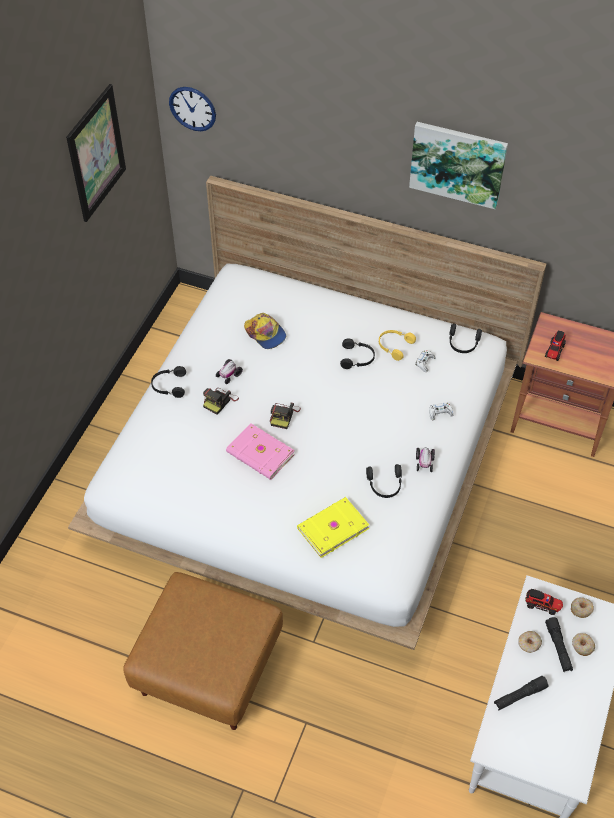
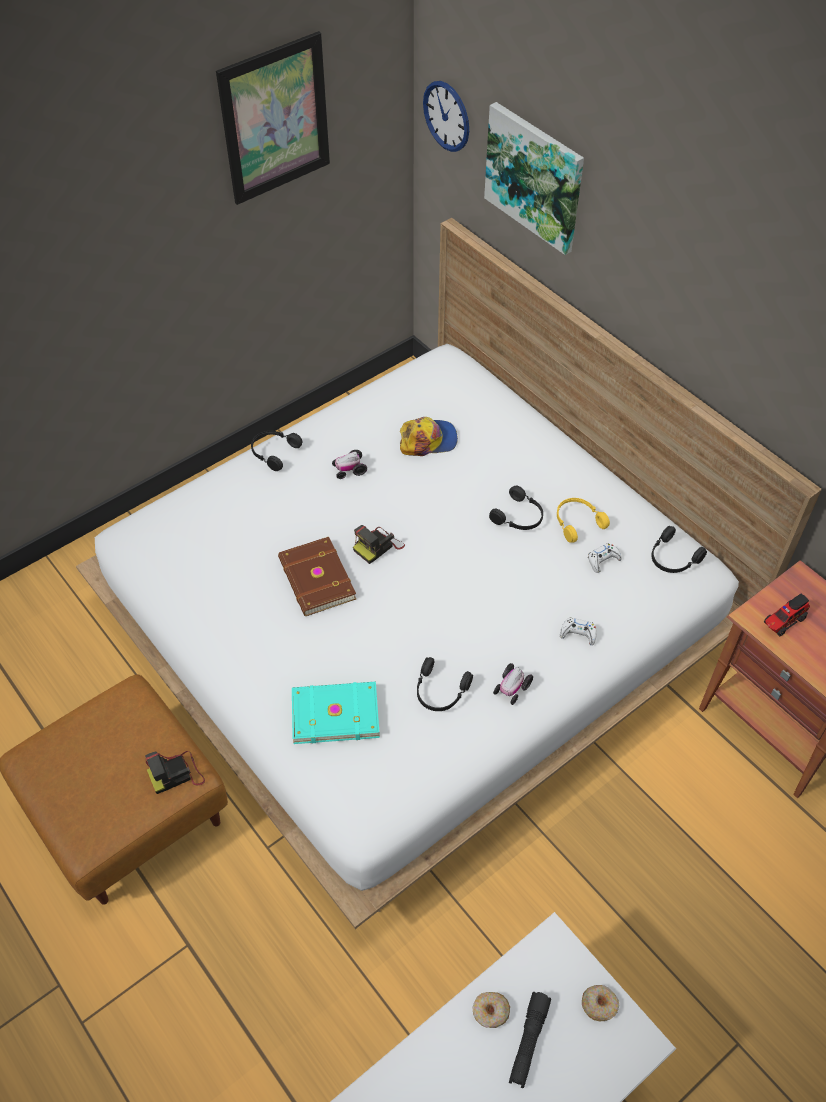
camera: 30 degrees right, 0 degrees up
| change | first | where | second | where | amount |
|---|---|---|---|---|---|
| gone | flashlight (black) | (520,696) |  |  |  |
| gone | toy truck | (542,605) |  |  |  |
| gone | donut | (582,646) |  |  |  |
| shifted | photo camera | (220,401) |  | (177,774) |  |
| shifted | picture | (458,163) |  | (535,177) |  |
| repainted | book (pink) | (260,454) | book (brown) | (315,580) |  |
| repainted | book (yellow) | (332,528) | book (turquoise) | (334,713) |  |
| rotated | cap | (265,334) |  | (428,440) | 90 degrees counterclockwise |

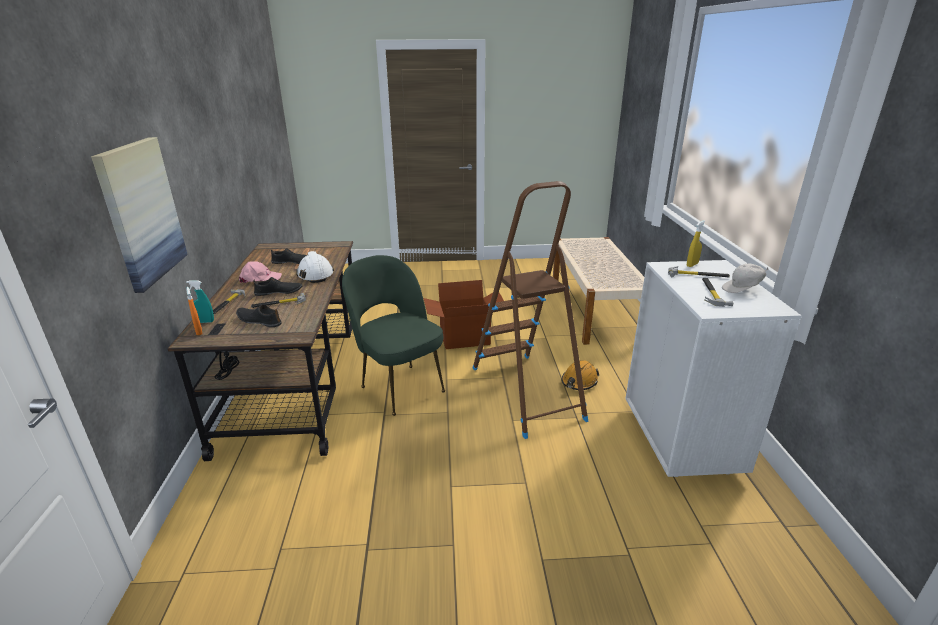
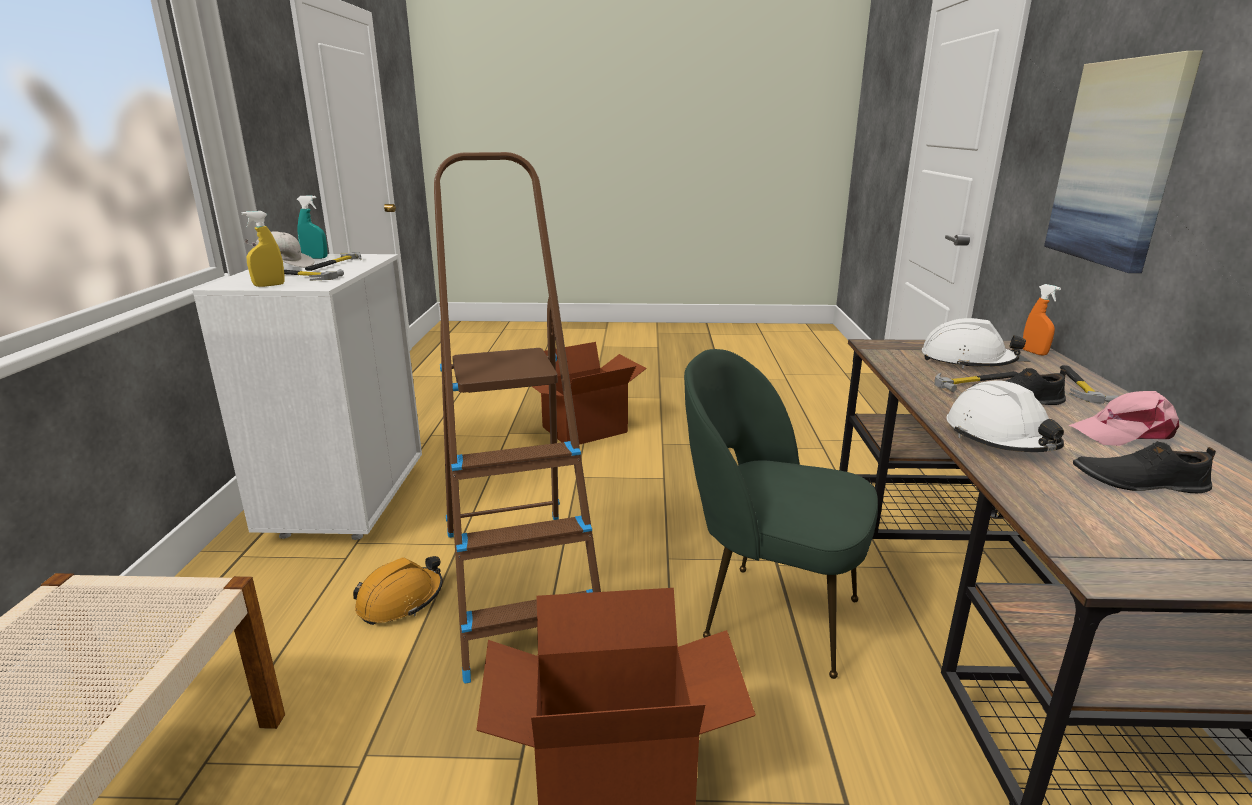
camera: 175 degrees left, 5 degrees down
| change | first | where | second | where | amount |
|---|---|---|---|---|---|
| new |  |  | cardboard box | (585,430) |  |
| shifted | spray bottle (turquoise) | (205,322) |  | (315,258) |  |
| swapped | shoe (black) | (259,320) | hard hat (white) | (967,361) |  |
| rotated | chair (green) | (399,386) |  | (768,614) | 150 degrees clockwise |

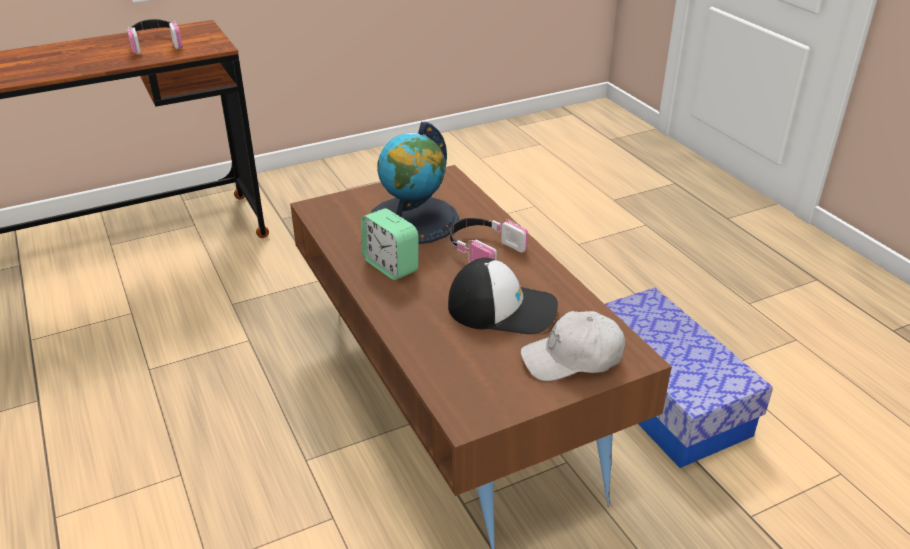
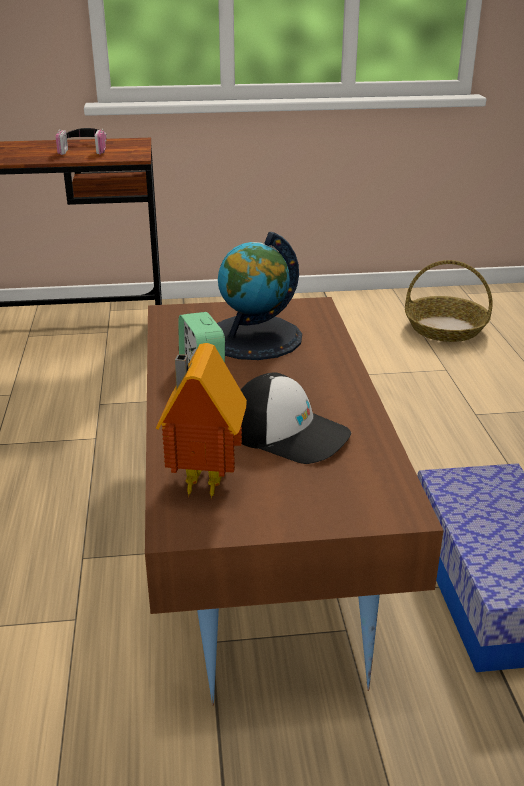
camera: 20 degrees right, 5 degrees down
| change | first | where | second | where | amount |
|---|---|---|---|---|---|
| gone | headphones | (483,250) |  |  |  |
| gone | cap (white) | (572,358) |  |  |  |
| new |  |  | toy house | (201,481) |  |
| new |  |  | basket | (445,328) |  |

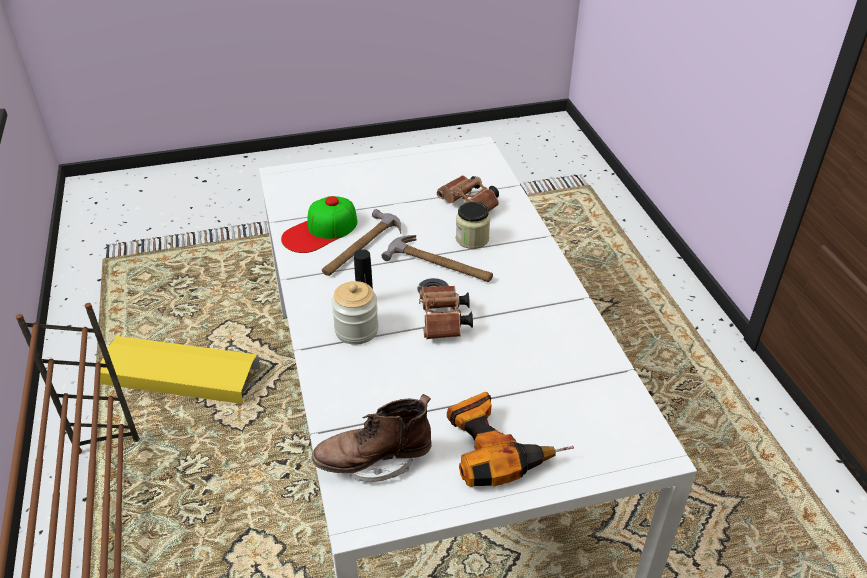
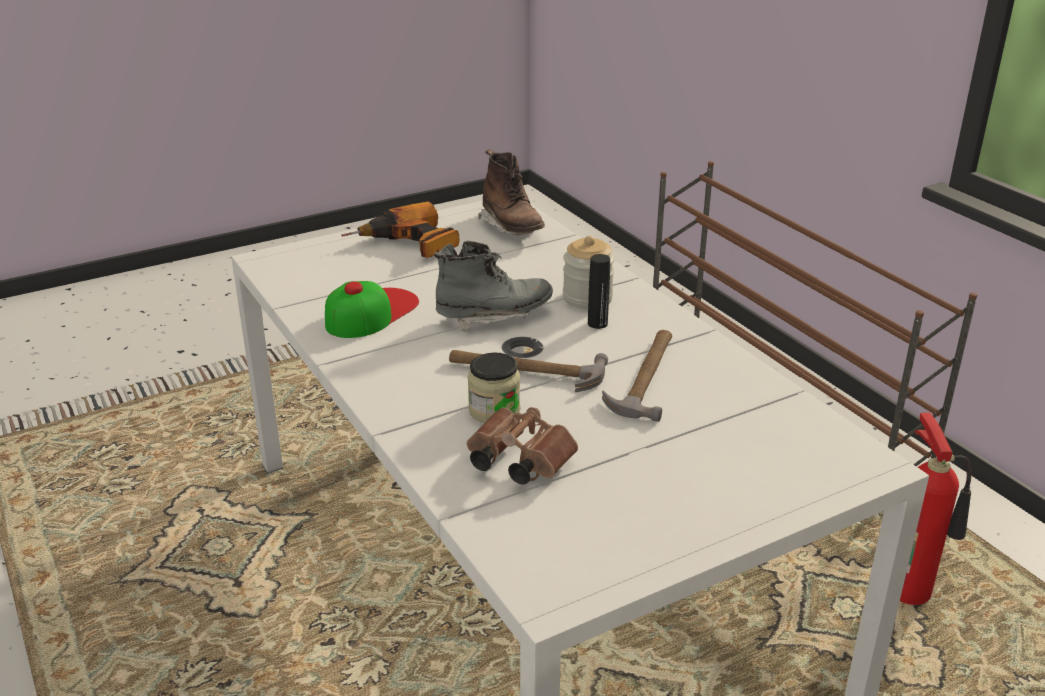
camera: 165 degrees right, 10 degrees down
| change | first | where | second | where | amount |
|---|---|---|---|---|---|
| shifted | cap | (320,231) |  | (371,312) |  |
| swapped | storage box (yellow) | (181,377) | fire extinguisher | (911,589) |  |
| swapped | binoculars (brown) | (444,322) | boot (grey) | (493,317) |  |
| rotated | boot (brown) | (374,461) |  | (512,228) | 90 degrees clockwise |

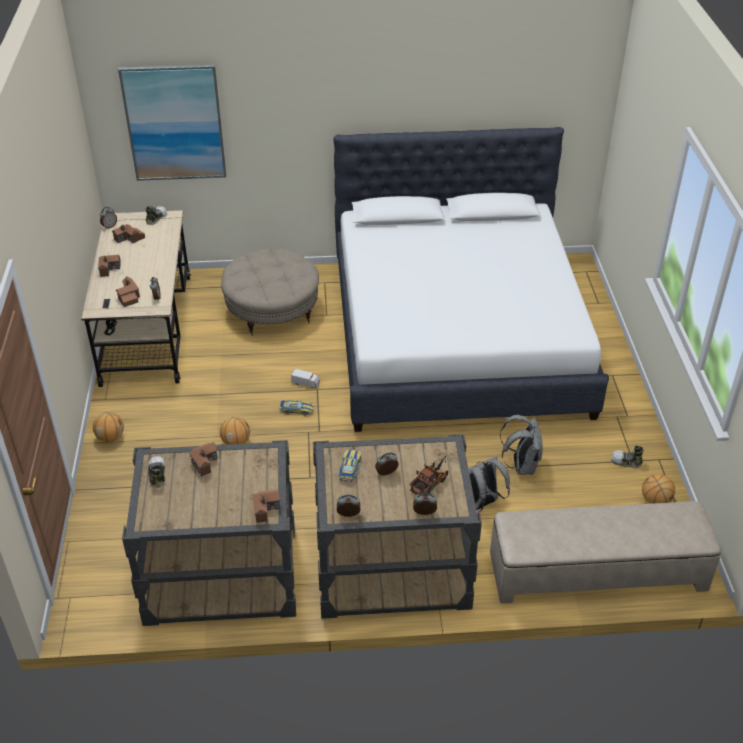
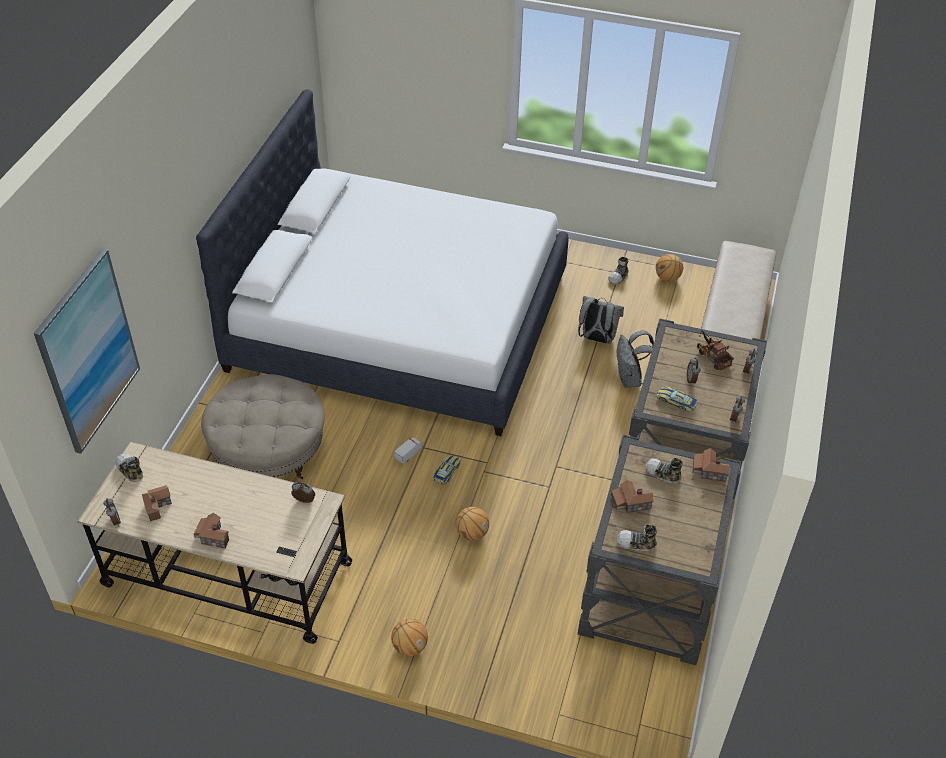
camera: 70 degrees left, 5 degrees up
| change | first | where | second | where | amount |
|---|---|---|---|---|---|
| gone | toy house | (128,297) |  |  |  |
| new |  |  | shoe | (662,474) |  |

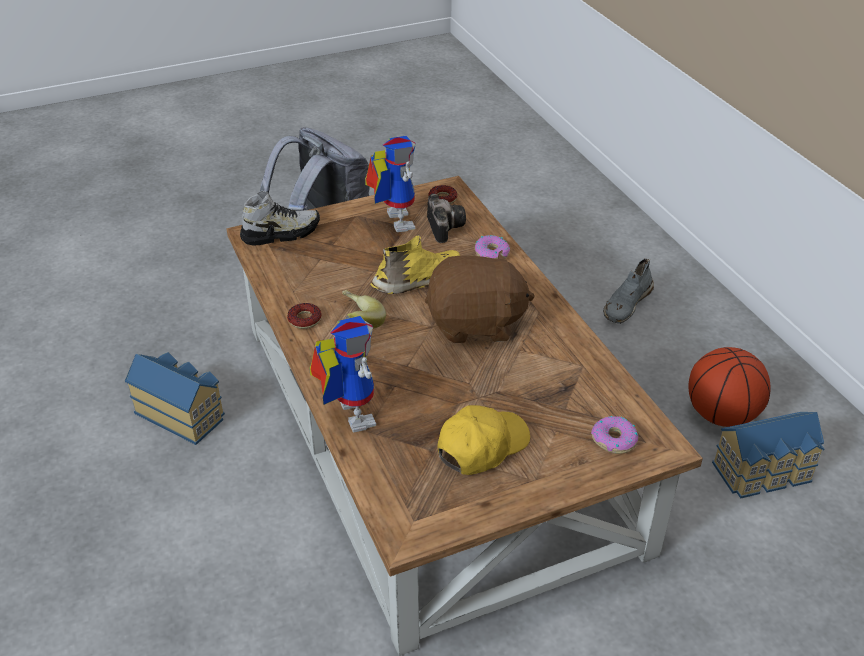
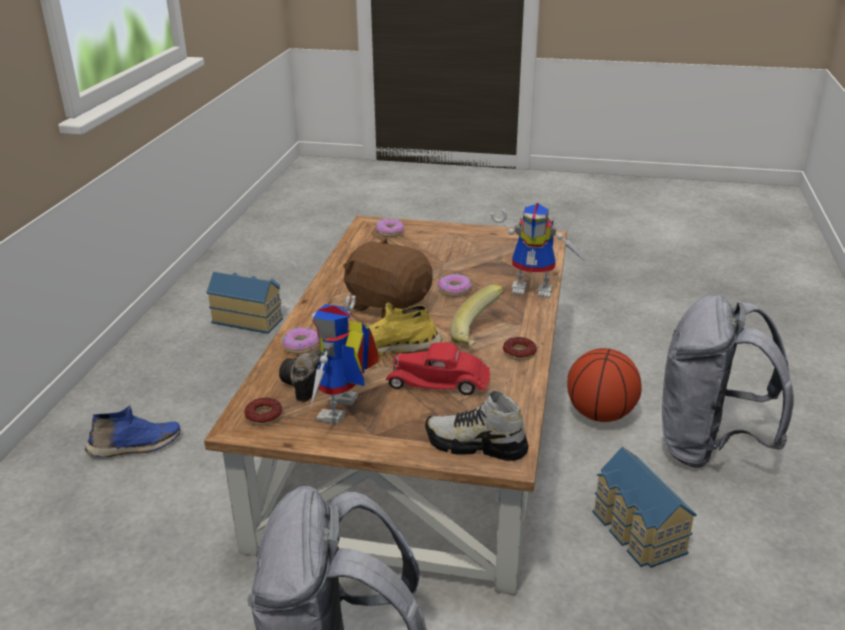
camera: 145 degrees left, 10 degrees down
| change | first | where | second | where | amount |
|---|---|---|---|---|---|
| gone | cap (yellow) | (482,446) |  |  |  |
| new |  |  | toy car (red) | (439,380) |  |
| new |  |  | donut | (455,290) |  |
| new |  |  | backpack (grey) | (707,446) |  |
| shifted | basketball | (721,415) |  | (600,415) |  |
| repainted | shoe (grey) | (626,304) | shoe (blue) | (135,447) |  |
| rotated | toy robot | (347,413) |  | (536,289) | 90 degrees counterclockwise |

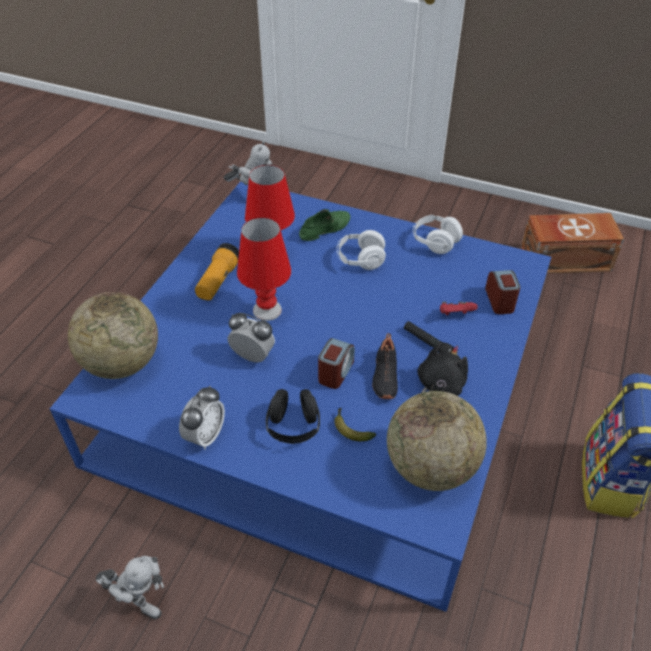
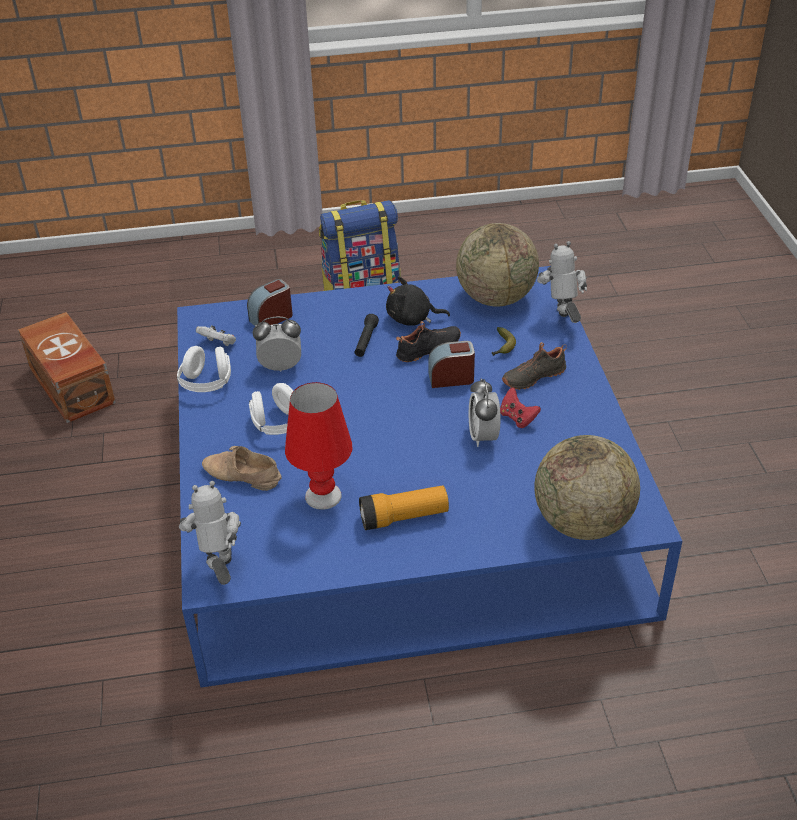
camera: 120 degrees left, 5 degrees down
| change | first | where | second | where | amount |
|---|---|---|---|---|---|
| gone | table lamp (red) | (267,310) |  |  |  |
| new |  |  | game controller (white) | (218,344) |  |
| shifted | toy robot | (139,600) |  | (562,321) |  |
| shifted | alarm clock | (205,436) |  | (280,367) |  |
| shifted | game controller (red) | (455,315) |  | (517,418) |  |
| swapped | headphones (black) | (293,427) | shoe (black) | (533,376) |  |
| repainted | shoe (green) | (324,228) | shoe (beige) | (241,476) |  |

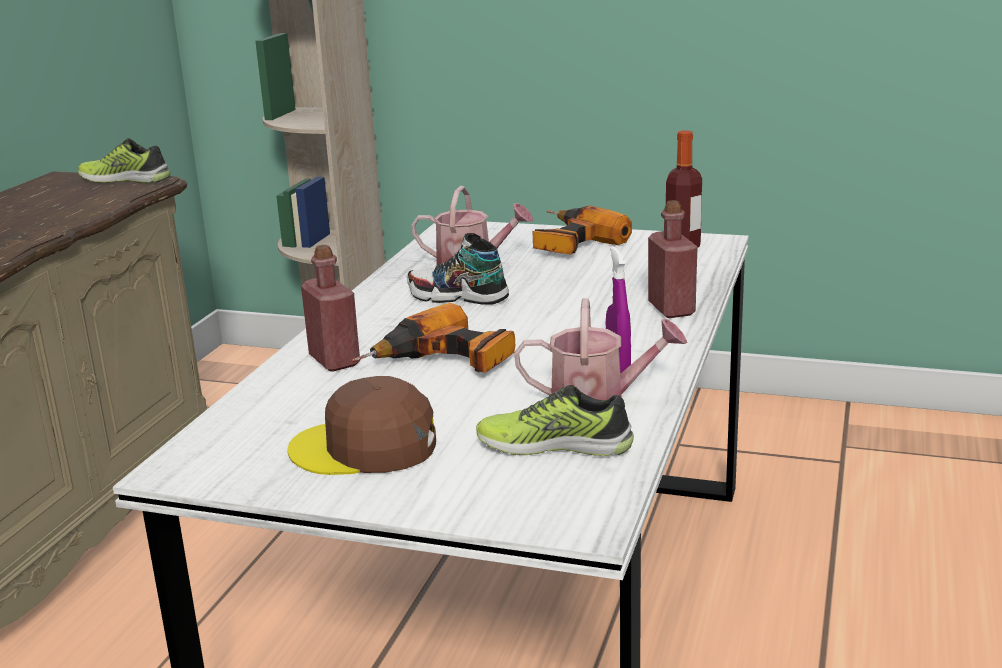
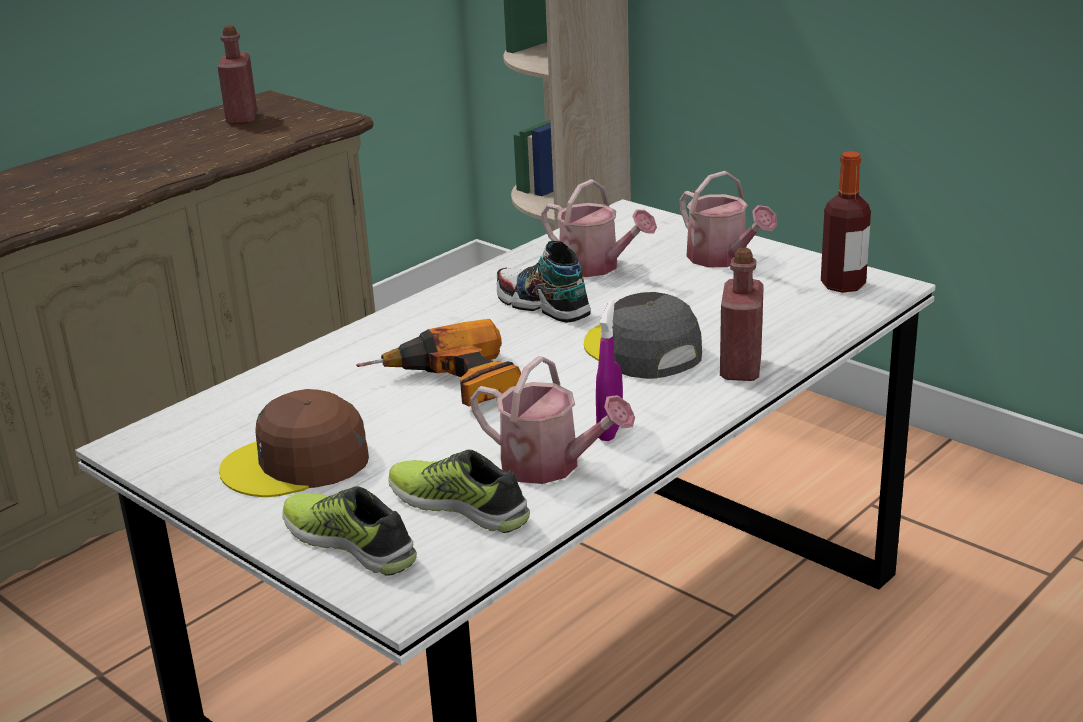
camera: 25 degrees right, 5 degrees up
| change | first | where | second | where | amount |
|---|---|---|---|---|---|
| new |  |  | cap (grey) | (642,350) |  |
| shifted | shoe | (126,179) |  | (351,542) |  |
| shifted | bottle (red) | (334,360) |  | (242,118) |  |
| swapped | power drill | (570,244) | watering can | (723,259) |  |
| rotated | cap (brown) | (365,447) |  | (297,463) | 45 degrees counterclockwise |

